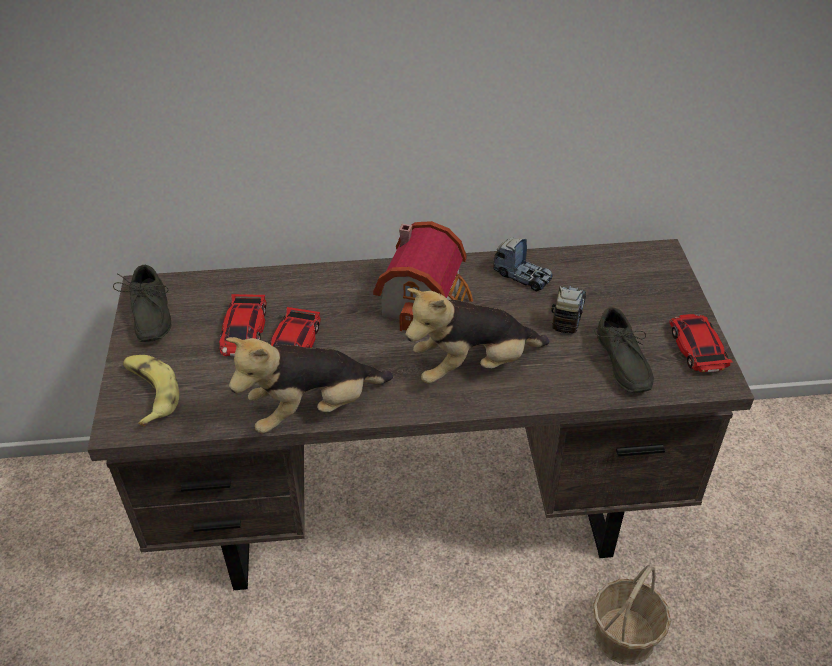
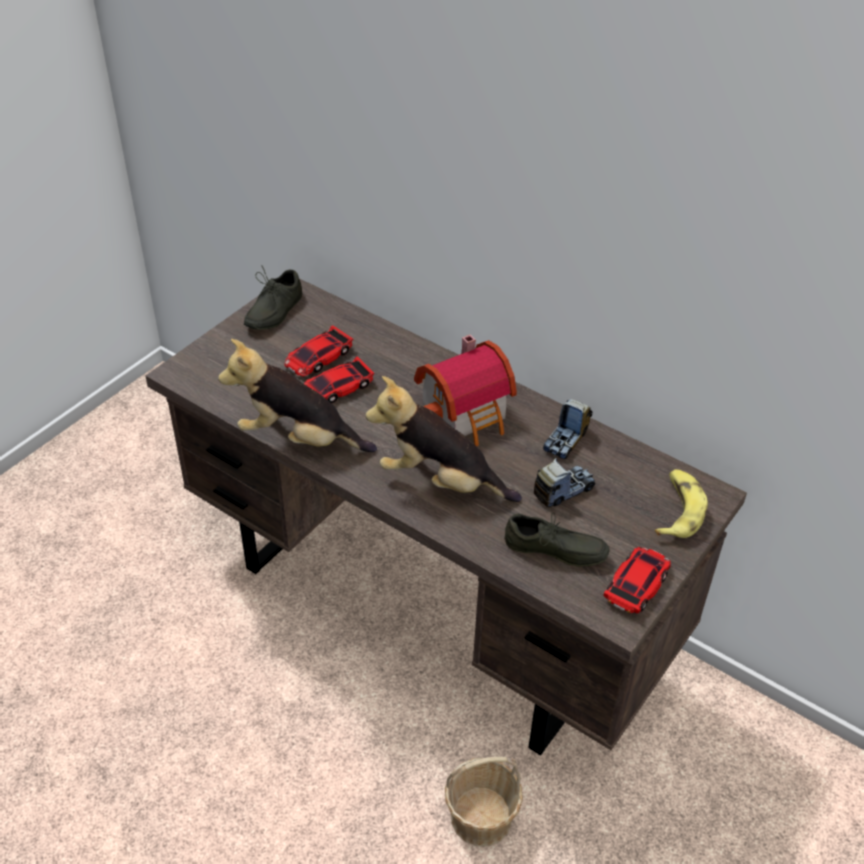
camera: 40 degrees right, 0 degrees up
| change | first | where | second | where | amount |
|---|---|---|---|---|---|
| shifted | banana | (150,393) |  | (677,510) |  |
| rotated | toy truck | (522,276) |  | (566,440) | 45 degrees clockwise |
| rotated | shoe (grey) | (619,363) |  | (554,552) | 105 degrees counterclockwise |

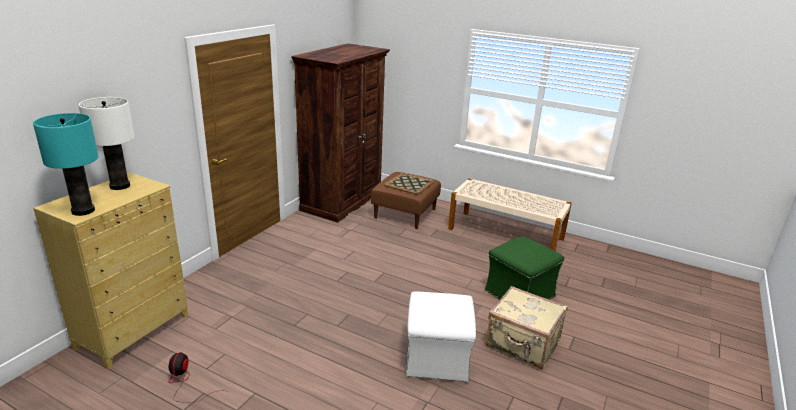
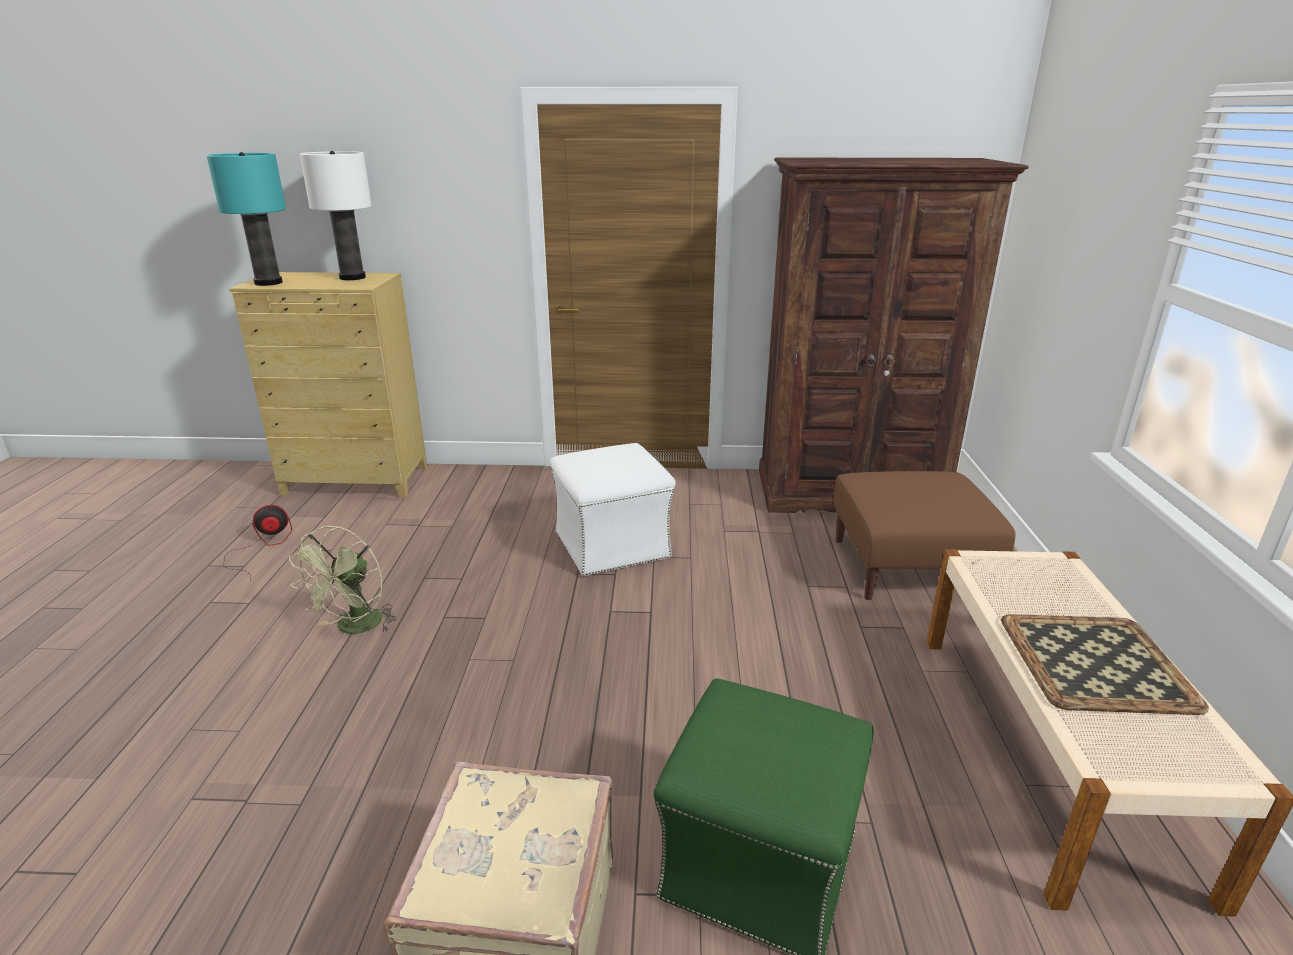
camera: 65 degrees right, 0 degrees up
| change | first | where | second | where | amount |
|---|---|---|---|---|---|
| new |  |  | fan (green) | (355,628) |  |
| shifted | tray | (410,184) |  | (1097,664) |  |
| shifted | ottoman (white) | (437,358) |  | (613,545) |  |

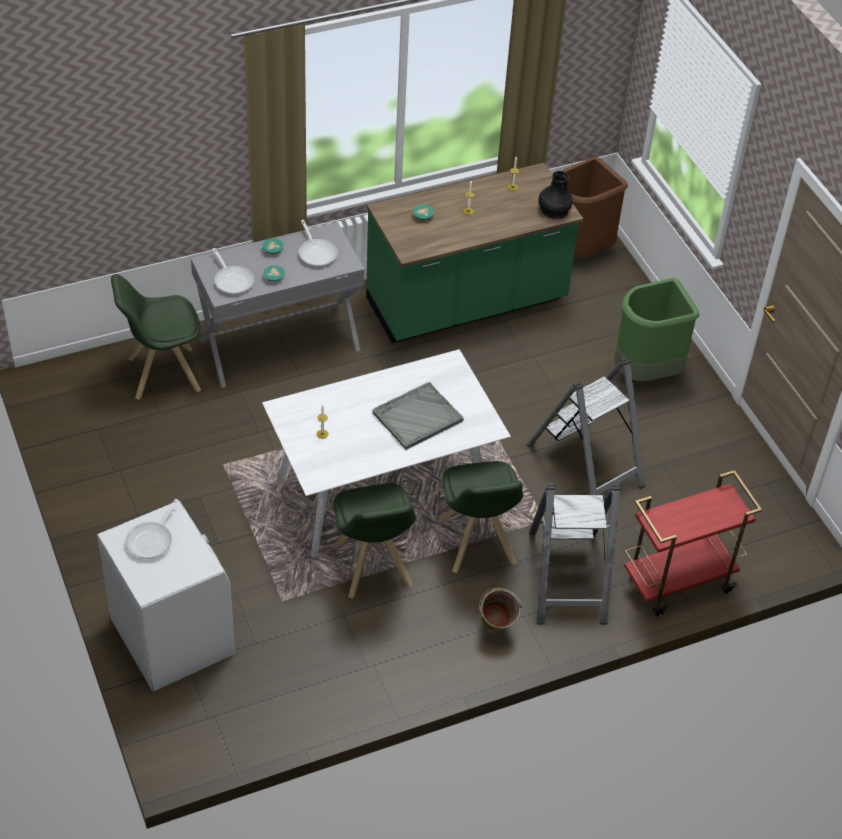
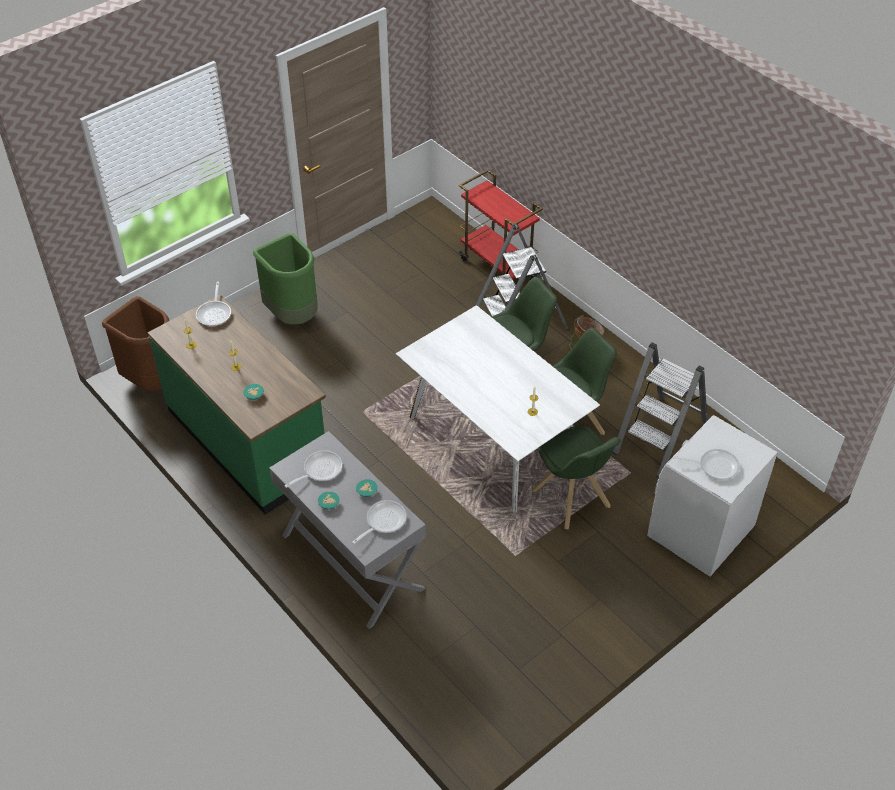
camera: 105 degrees left, 0 degrees up
| change | first | where | second | where | amount |
|---|---|---|---|---|---|
| gone | tray (grey) | (416,417) |  |  |  |
| shifted | chair (green) | (163,374) |  | (571,498) |  |
| shifted | step ladder (grey) | (586,466) |  | (661,436) |  |
| swapped | vase (black) | (554,210) | frying pan | (215,313) |  |

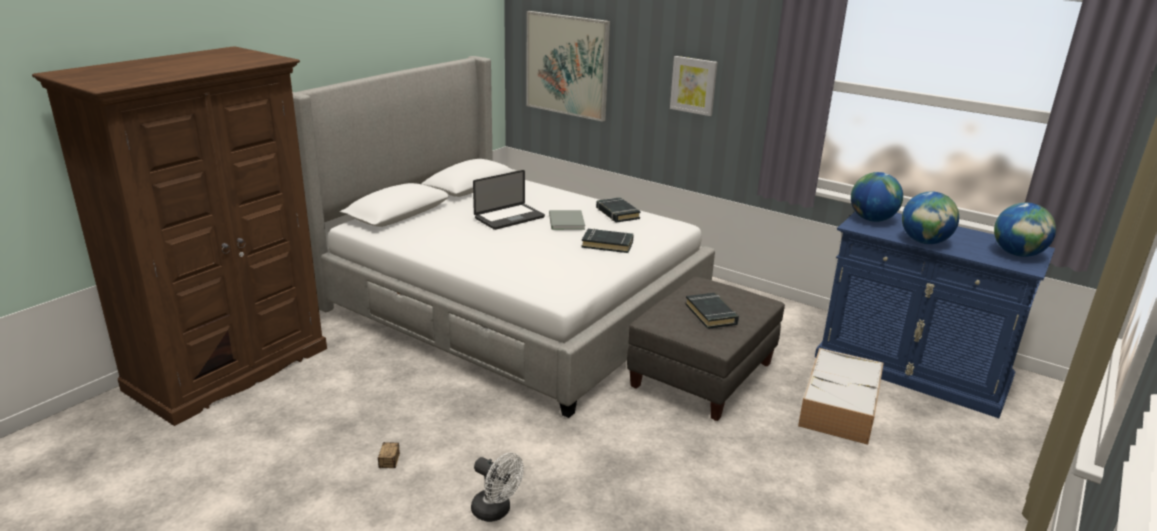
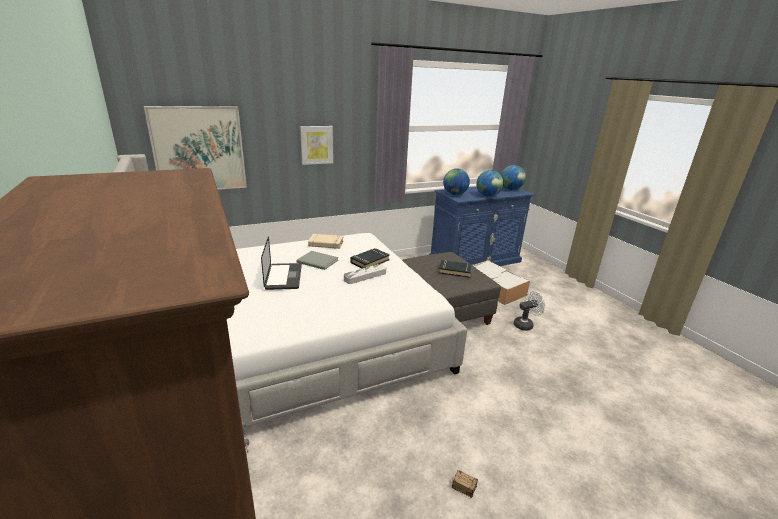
camera: 60 degrees left, 0 degrees up
| change | first | where | second | where | amount |
|---|---|---|---|---|---|
| new |  |  | tray (grey) | (365,276) |  |
| shifted | fan (white) | (496,511) |  | (525,324) |  |
| repainted | book (black) | (617,213) | book (beige) | (326,244) |  |

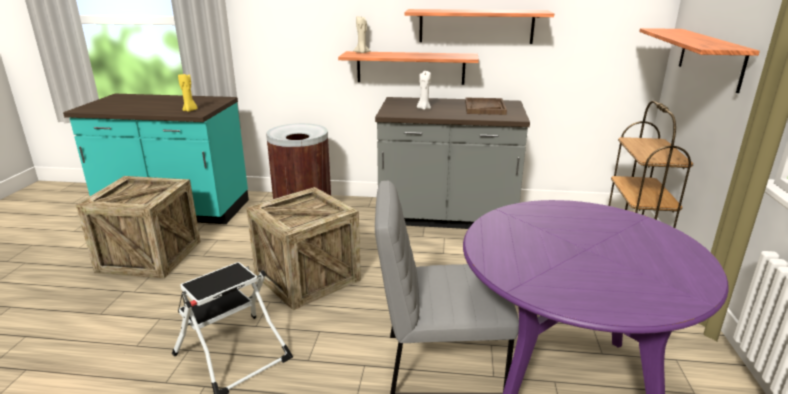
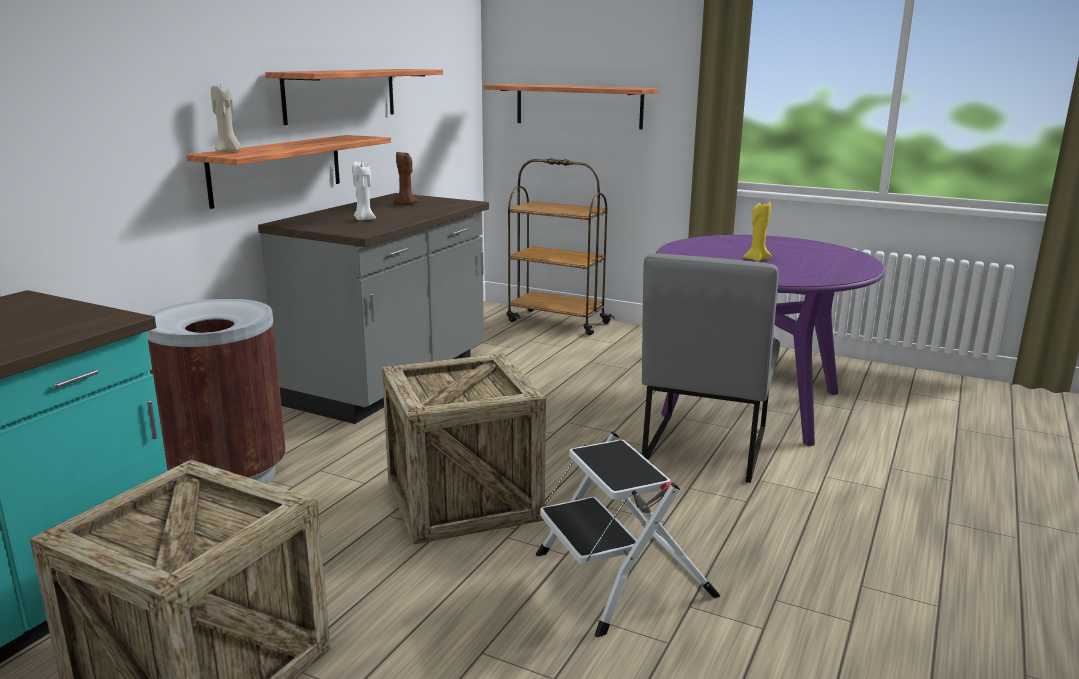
camera: 70 degrees left, 5 degrees down
| change | first | where | second | where | amount |
|---|---|---|---|---|---|
| shifted | candle (yellow) | (190,110) |  | (756,259) |  |
| swapped | tray (brown) | (484,108) | candle (brown) | (406,204) |  |

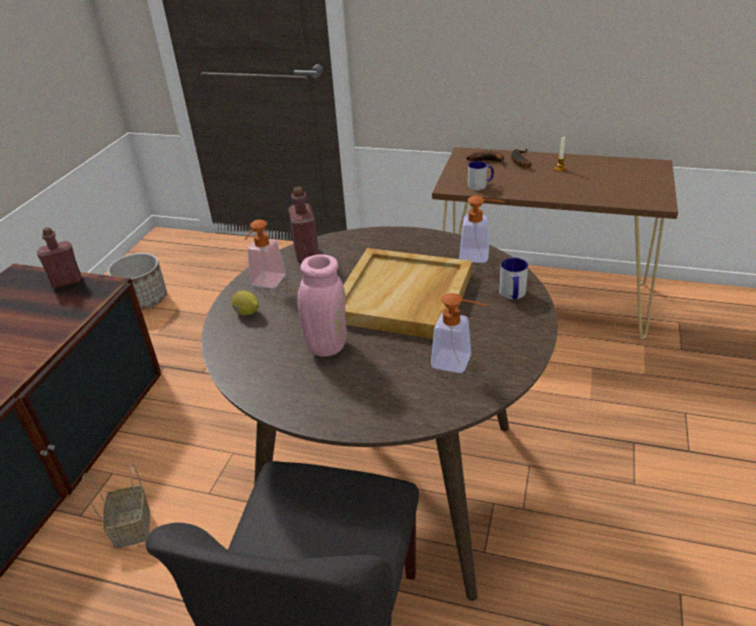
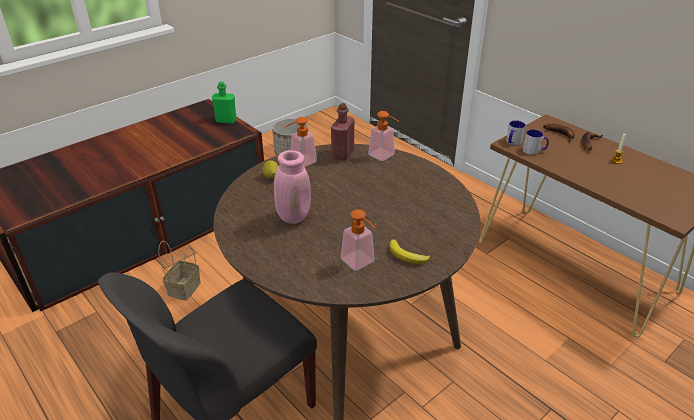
camera: 30 degrees right, 0 degrees up
| change | first | where | second | where | amount |
|---|---|---|---|---|---|
| gone | tray (beige) | (404,298) |  |  |  |
| new |  |  | banana | (407,256) |  |
| shifted | soap dispenser | (480,256) |  | (385,156) |  |
| shifted | mug | (512,295) |  | (512,142) |  |
| repainted | bottle (red) | (67,281) | bottle (green) | (226,120) |  |

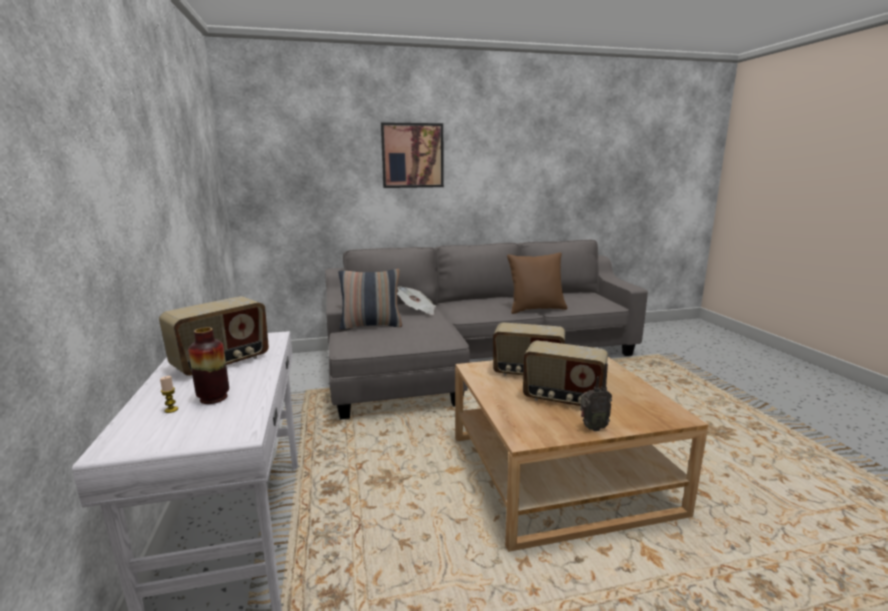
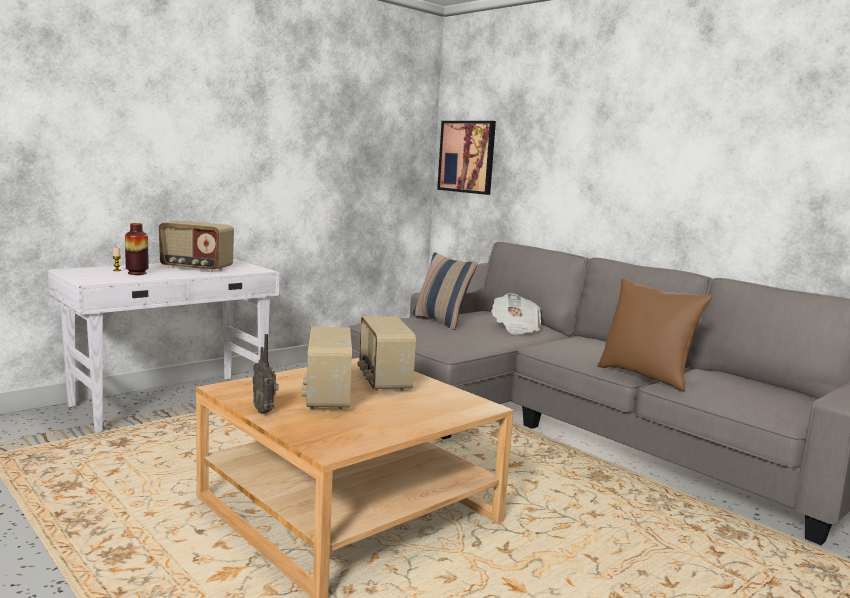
camera: 60 degrees right, 5 degrees down
| change | first | where | second | where | amount |
|---|---|---|---|---|---|
| shifted | picture | (412,155) |  | (467,156) |  |

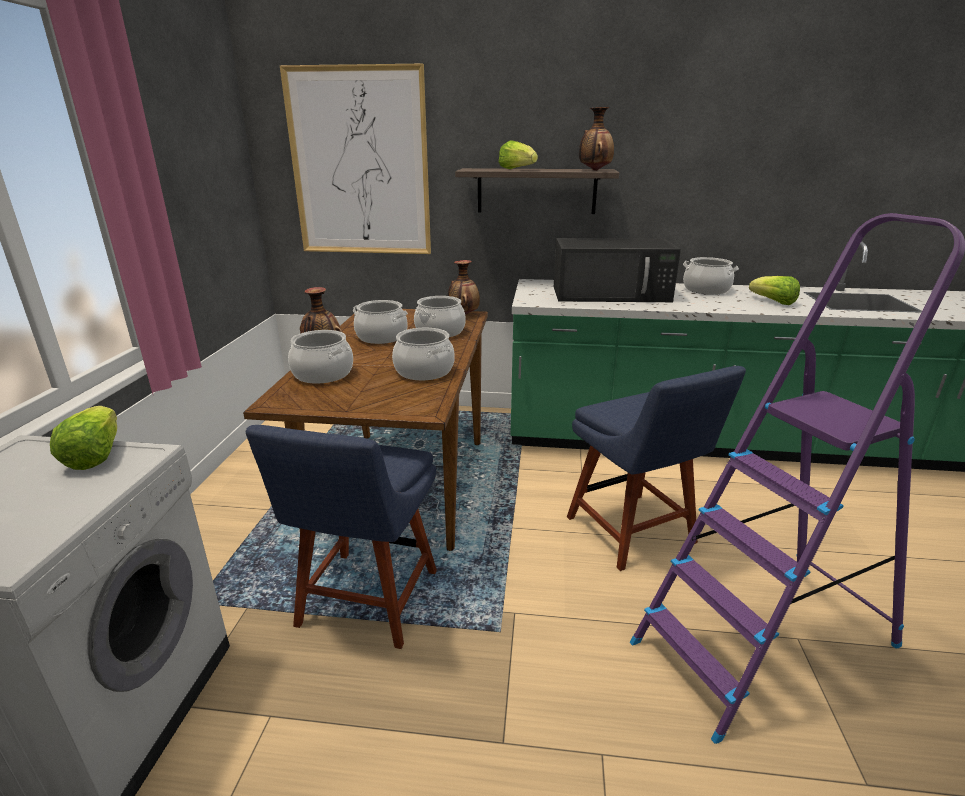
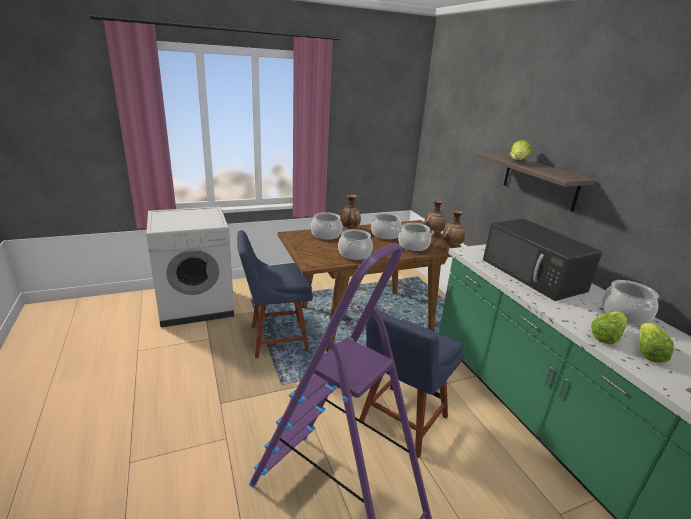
camera: 60 degrees right, 0 degrees up
| change | first | where | second | where | amount |
|---|---|---|---|---|---|
| gone | picture | (360,164) |  |  |  |
| shifted | lettuce | (95,455) |  | (606,336) |  |
| shifted | vase | (594,170) |  | (432,233) |  |

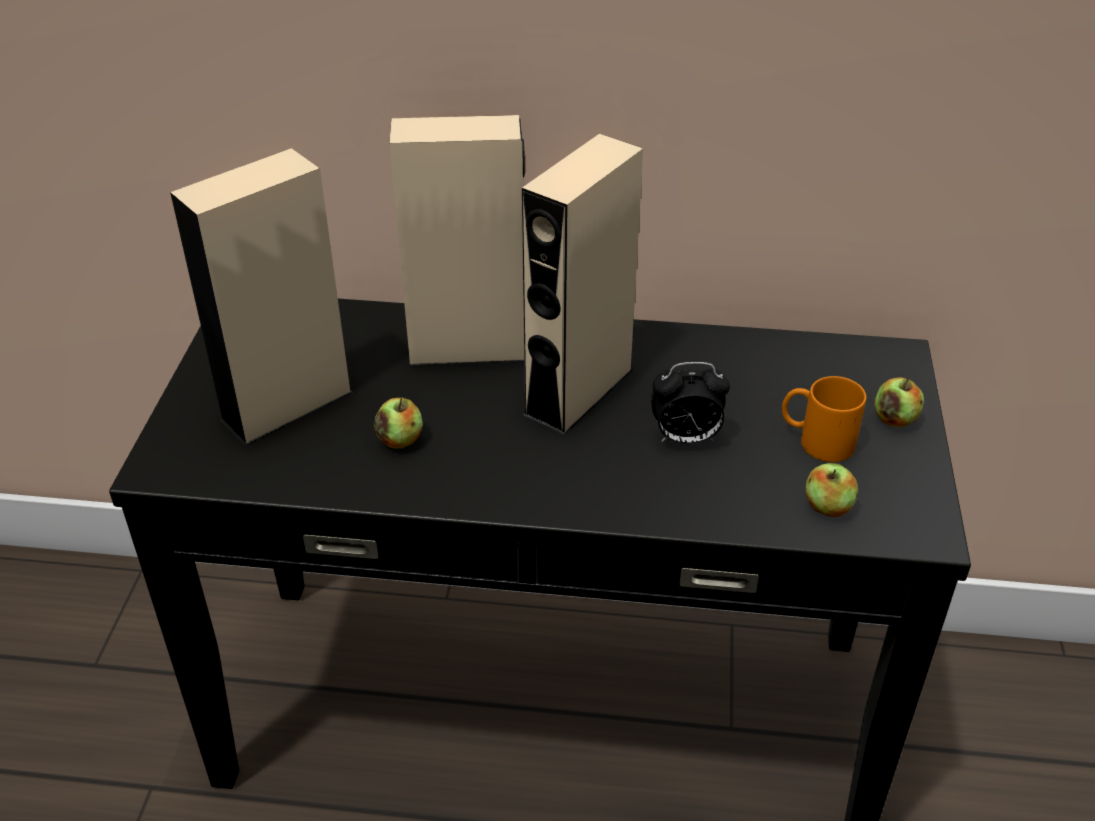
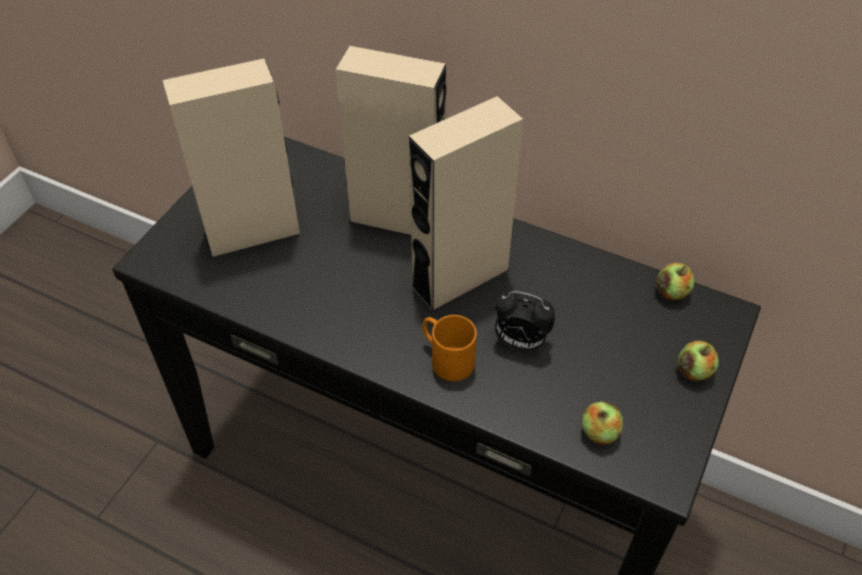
camera: 20 degrees right, 10 degrees up
| change | first | where | second | where | amount |
|---|---|---|---|---|---|
| shifted | apple | (400,440) |  | (671,292) |  |
| shifted | mug (orange) | (815,441) |  | (445,358) |  |

